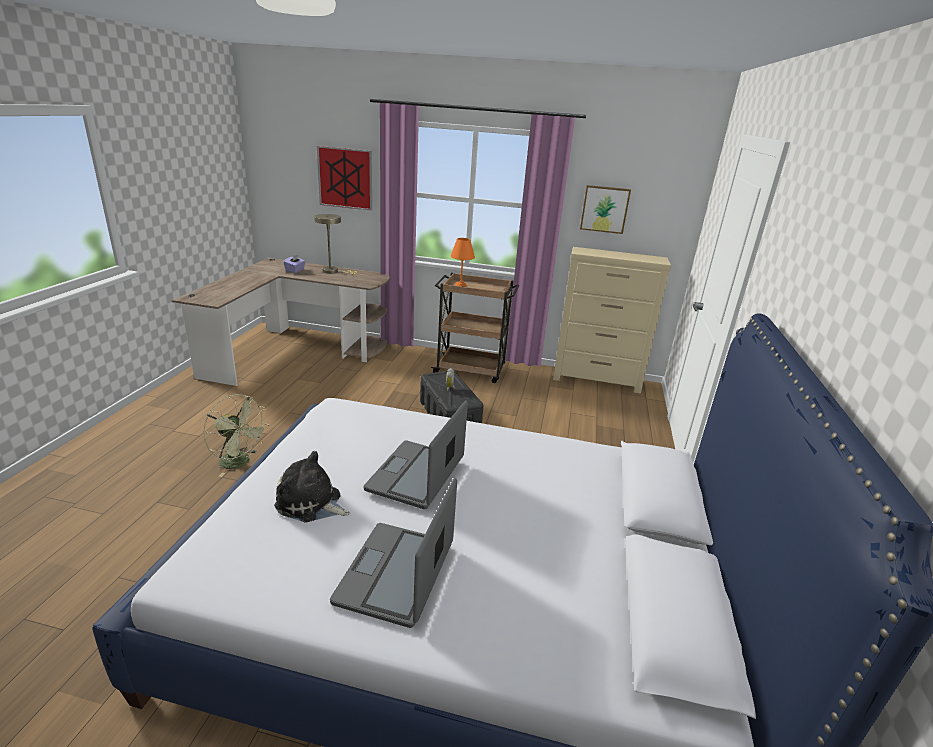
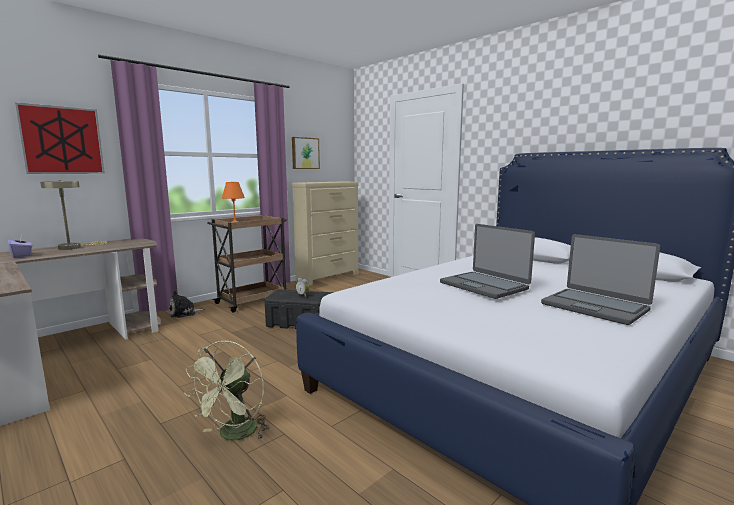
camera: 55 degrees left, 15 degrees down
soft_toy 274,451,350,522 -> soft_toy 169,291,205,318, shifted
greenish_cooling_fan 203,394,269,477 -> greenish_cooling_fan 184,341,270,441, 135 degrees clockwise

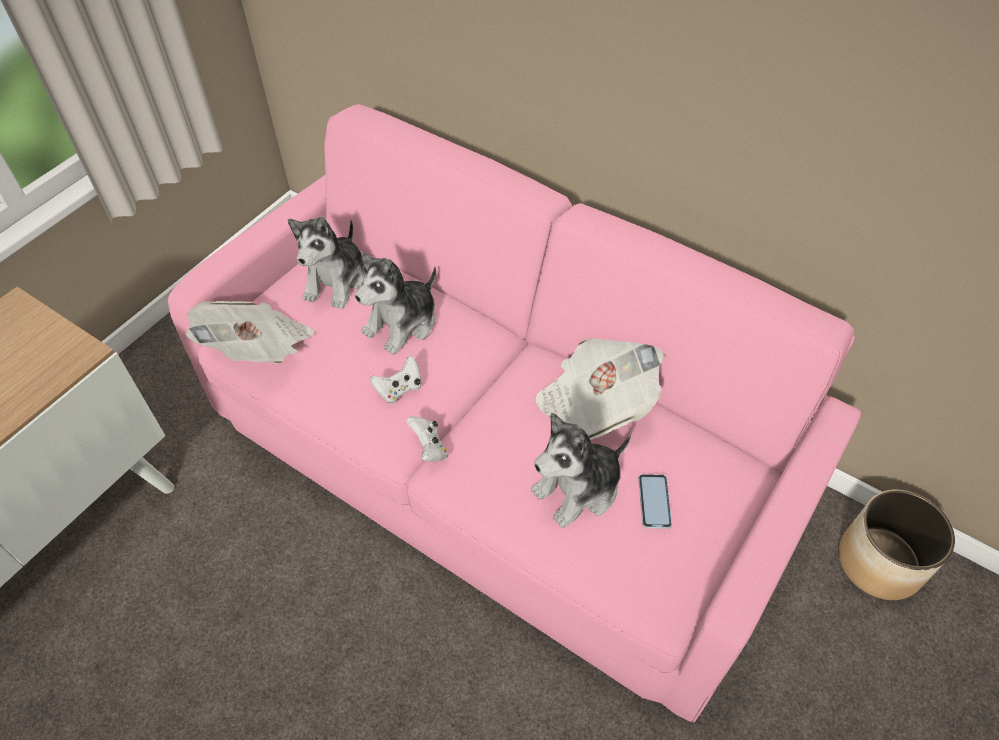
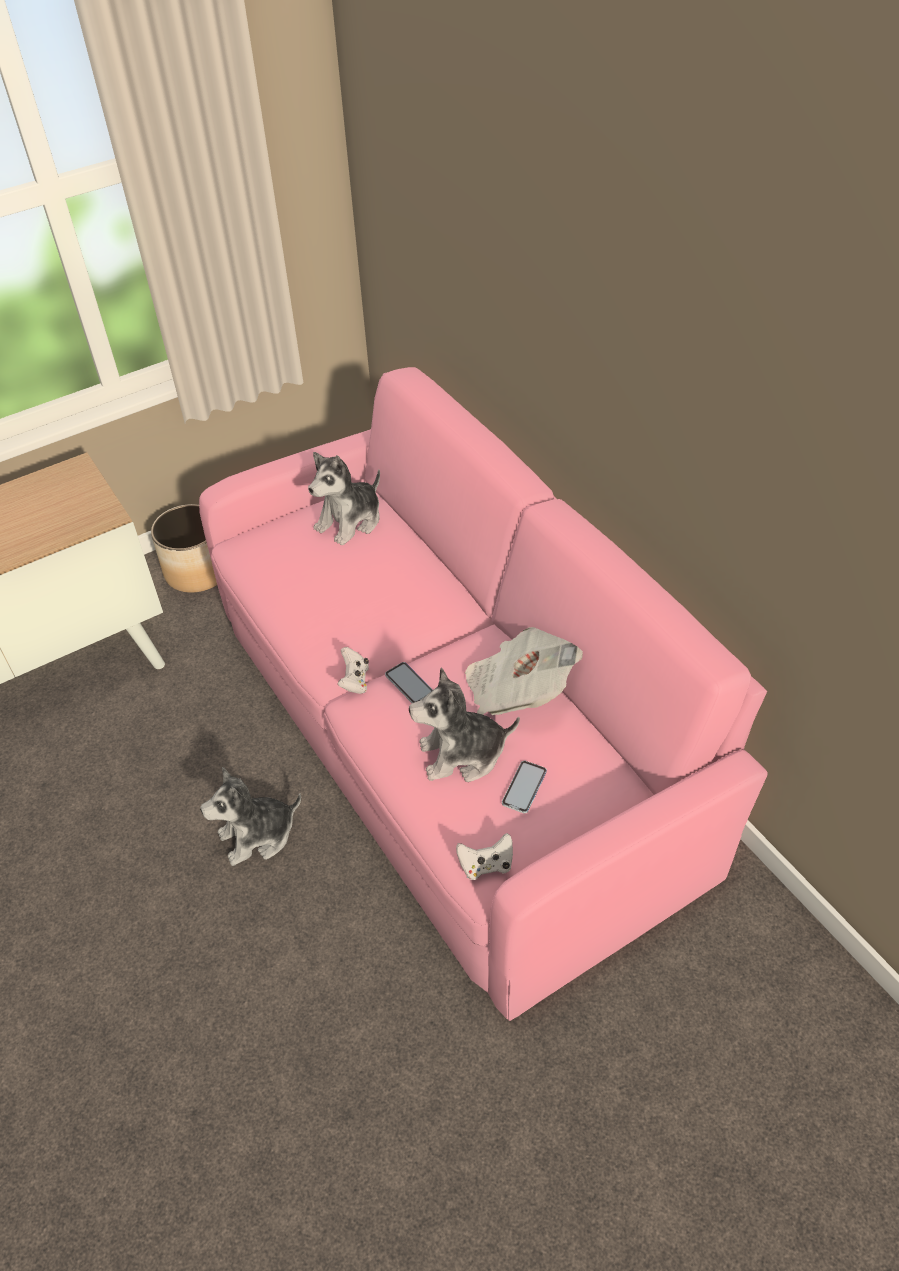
camera: 25 degrees right, 5 degrees down
printed_paper 185,301,315,364 -> none
none -> handset 385,662,433,703
soft_toy 355,252,436,355 -> soft_toy 200,767,301,866, shifted
whitish_gamepad 370,355,422,404 -> whitish_gamepad 456,833,513,880, shifted
planter 839,489,955,600 -> planter 151,504,217,593, shifted

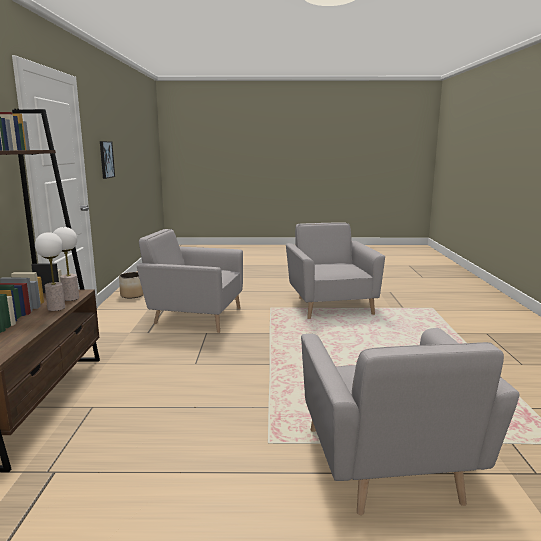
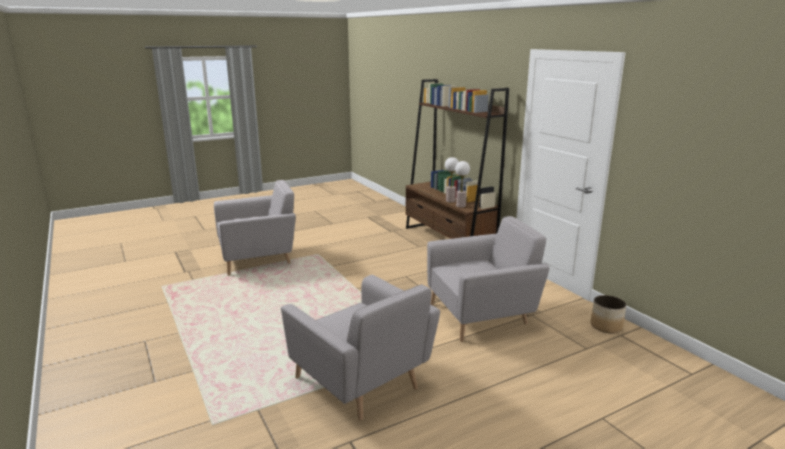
camera: 150 degrees right, 5 degrees up
wall_picture 100,141,115,179 -> none
grey_armchair 301,328,520,515 -> grey_armchair 214,180,296,276, 105 degrees clockwise

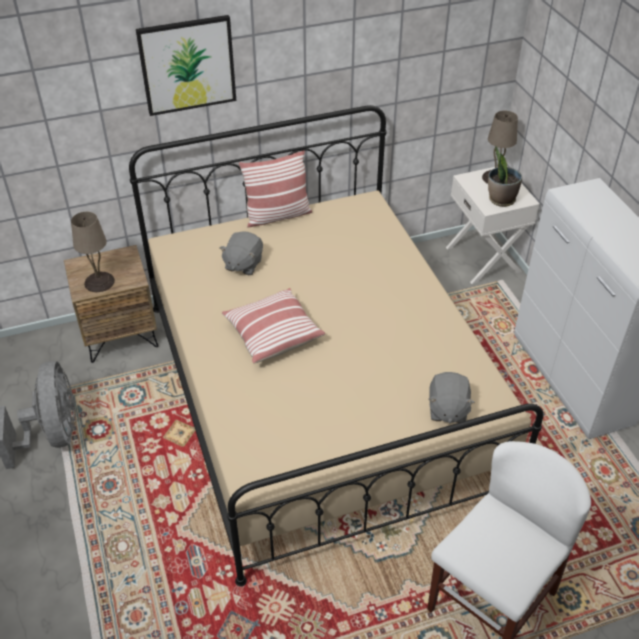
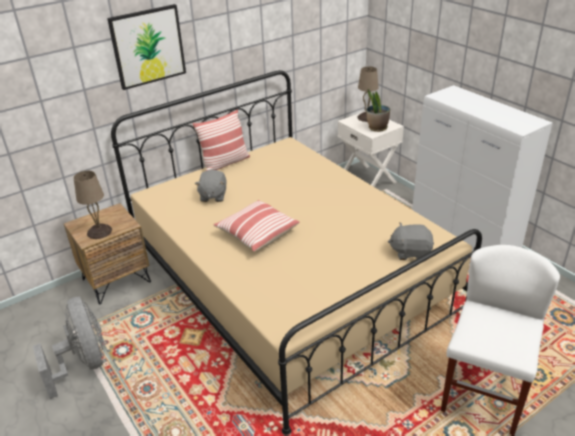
camera: 15 degrees left, 10 degrees down
grey_soft_toy 429,372,475,423 -> grey_soft_toy 388,222,434,260, 105 degrees clockwise

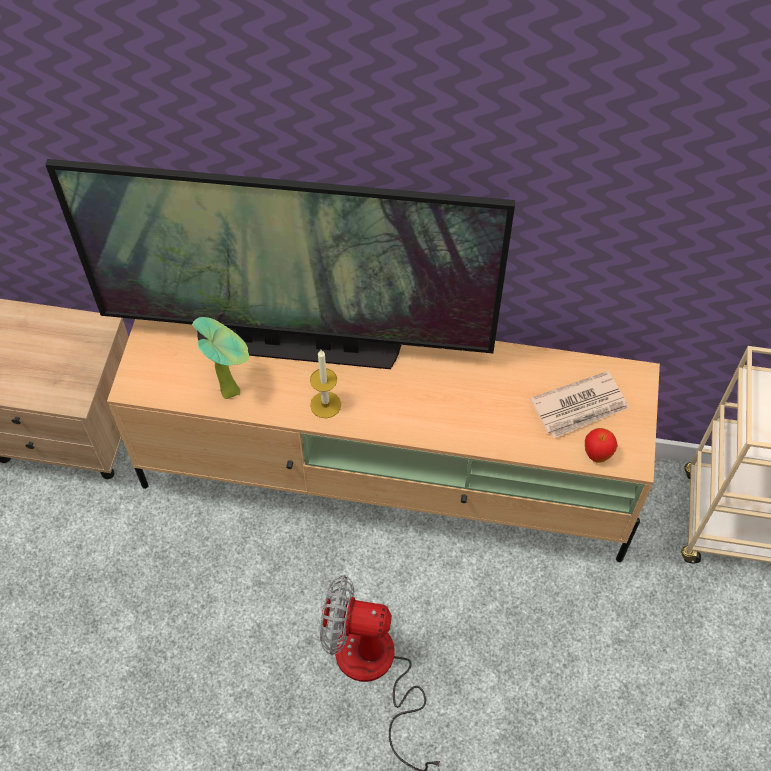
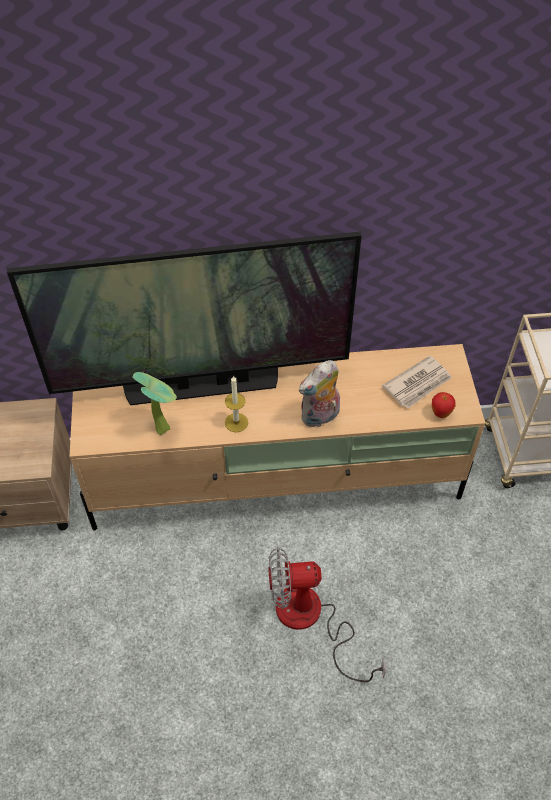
camera: 15 degrees left, 5 degrees down
none -> soft_toy 299,360,340,427

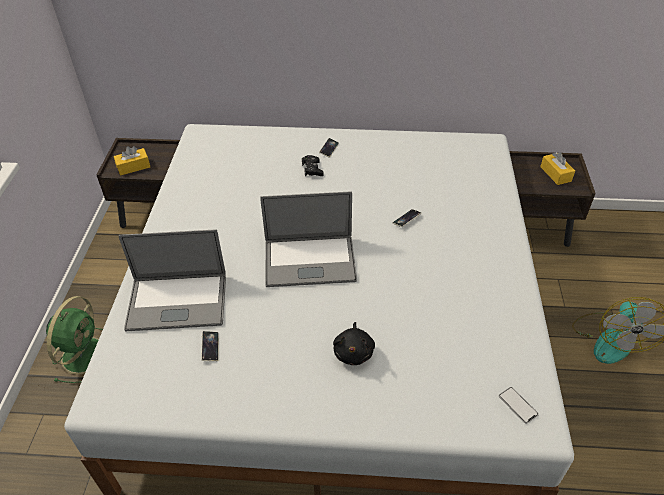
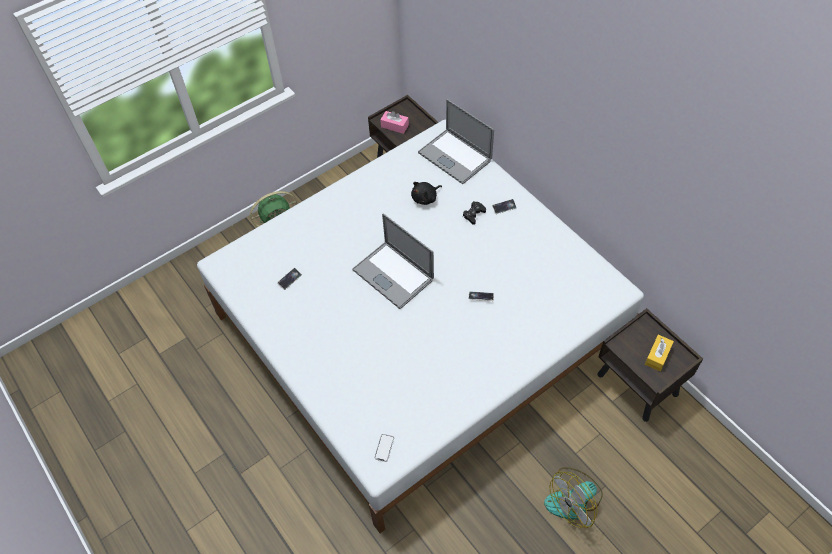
camera: 50 degrees right, 10 degrees up
laptop 119,229,226,331 -> laptop 418,99,494,184, shifted
black-coloured_soft_toy 333,322,375,365 -> black-coloured_soft_toy 411,182,442,205, shifted
yellow_tissue_box 114,146,150,176 -> pink-coloured_tissue_box 380,111,409,134

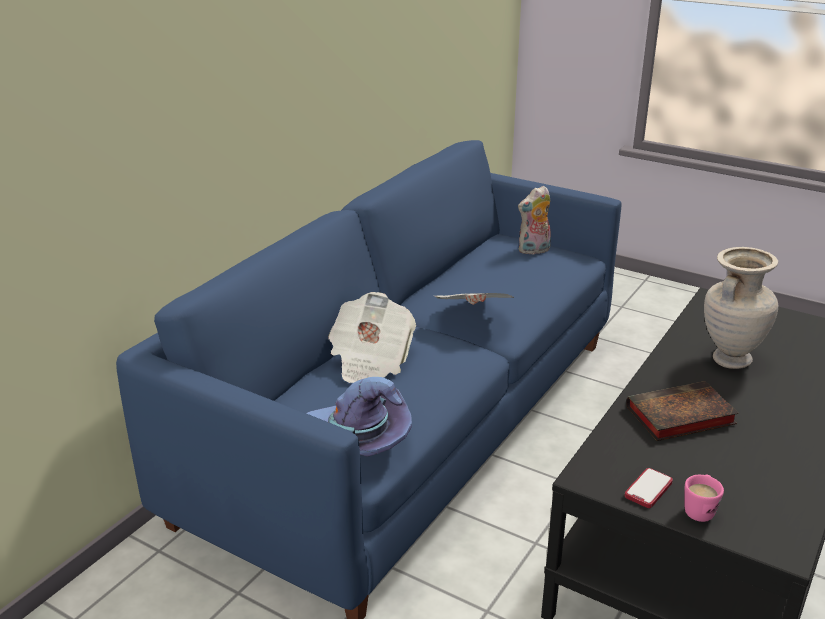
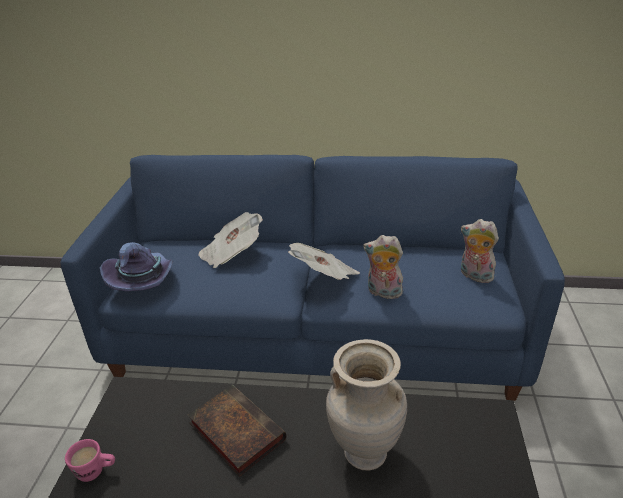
camera: 65 degrees right, 5 degrees up
handset 625,468,673,508 -> none
none -> soft_toy 364,235,403,299

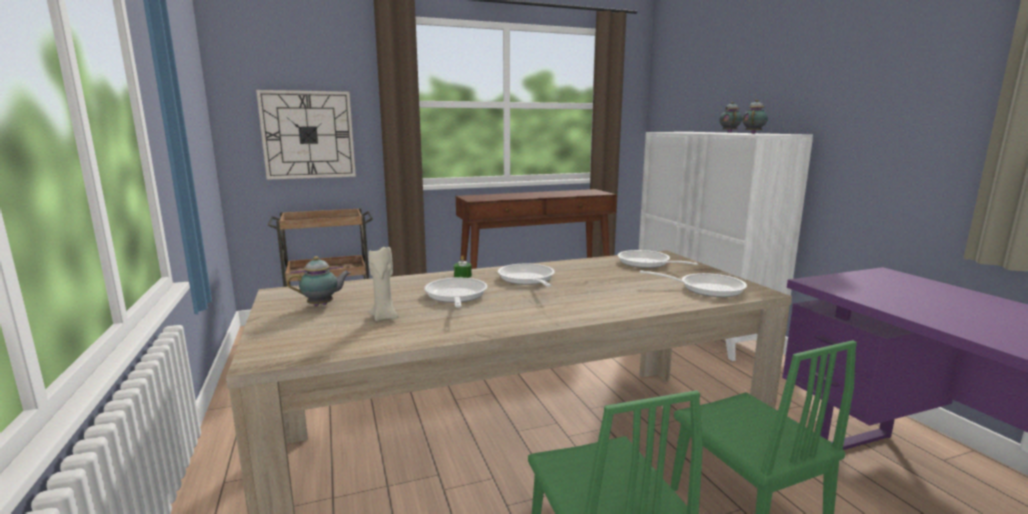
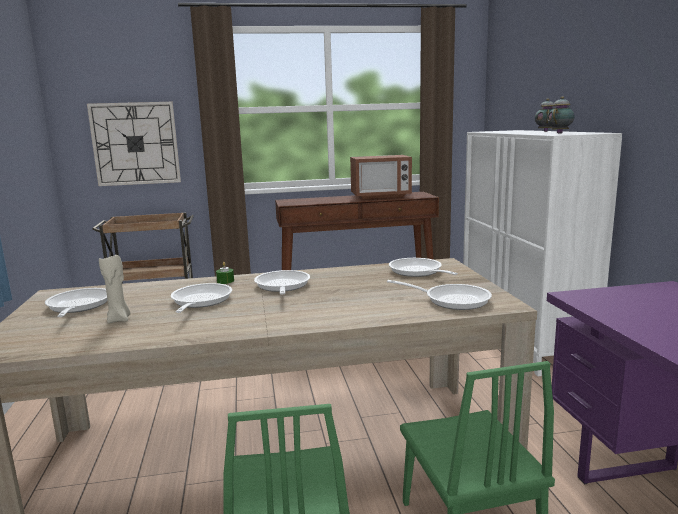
camera: 10 degrees right, 0 degrees up
none -> microwave_oven 350,155,412,199
teapot 287,256,350,306 -> pan 45,288,108,317

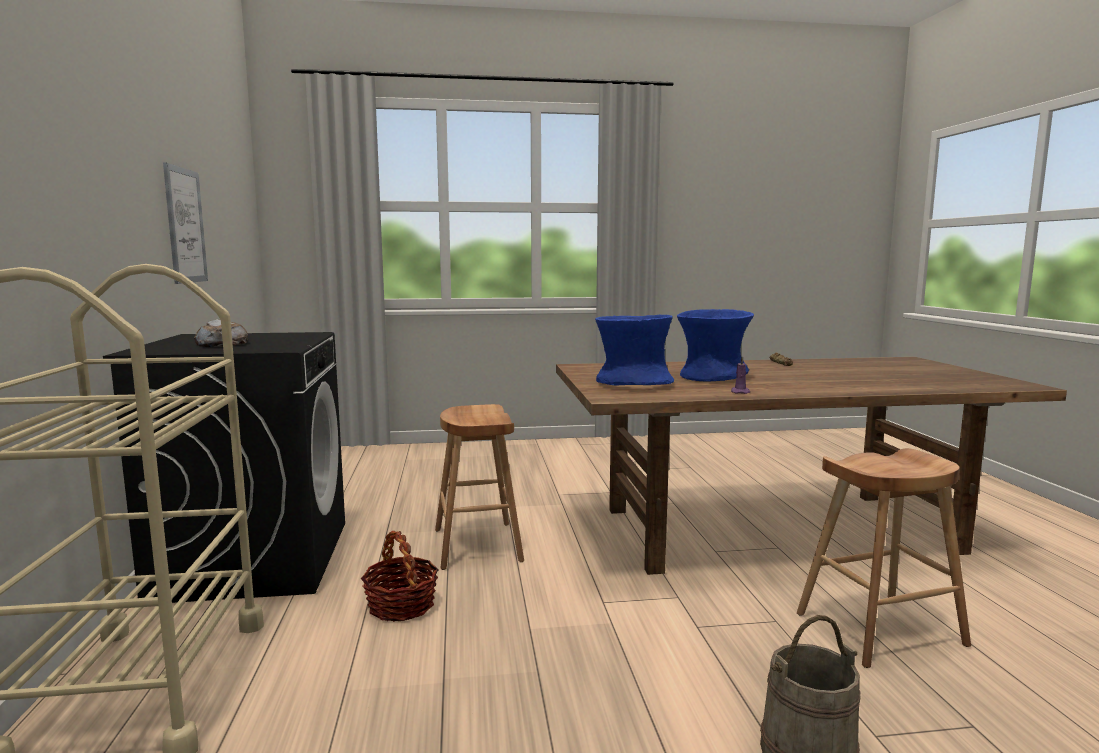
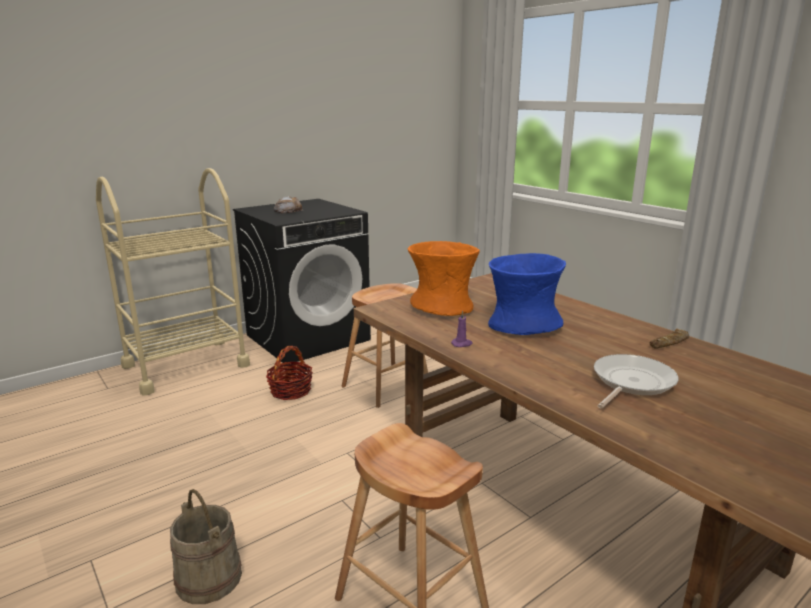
camera: 60 degrees right, 10 degrees up
wall_picture 163,162,208,284 -> none
none -> pan 594,354,679,408
blue_vase 595,315,674,385 -> orangey_vase 408,241,480,316

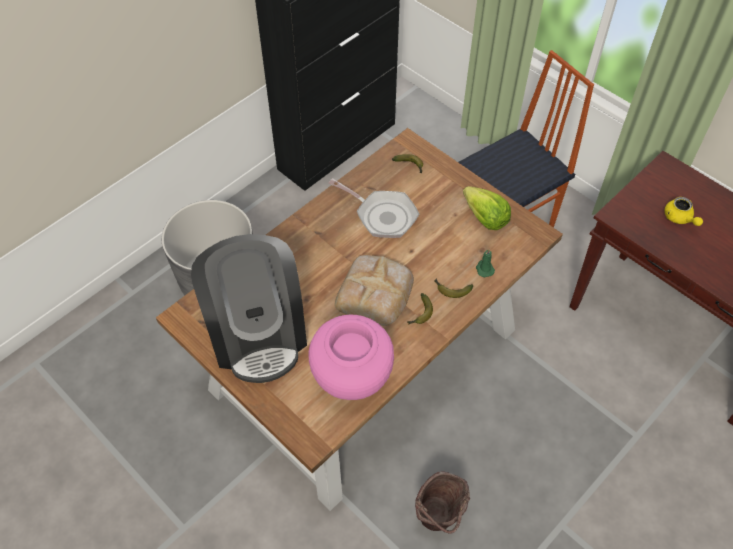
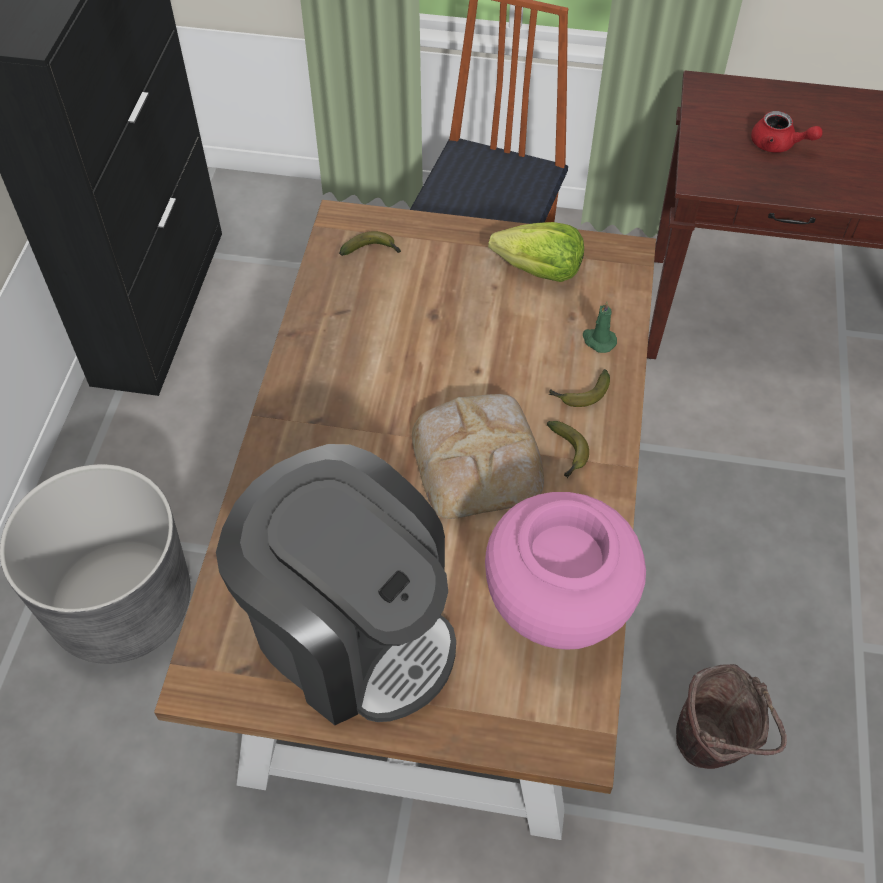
camera: 35 degrees left, 0 degrees up
pan 328,178,419,238 -> none
yellow_teapot 664,197,703,226 -> reddish_teapot 751,111,823,153

